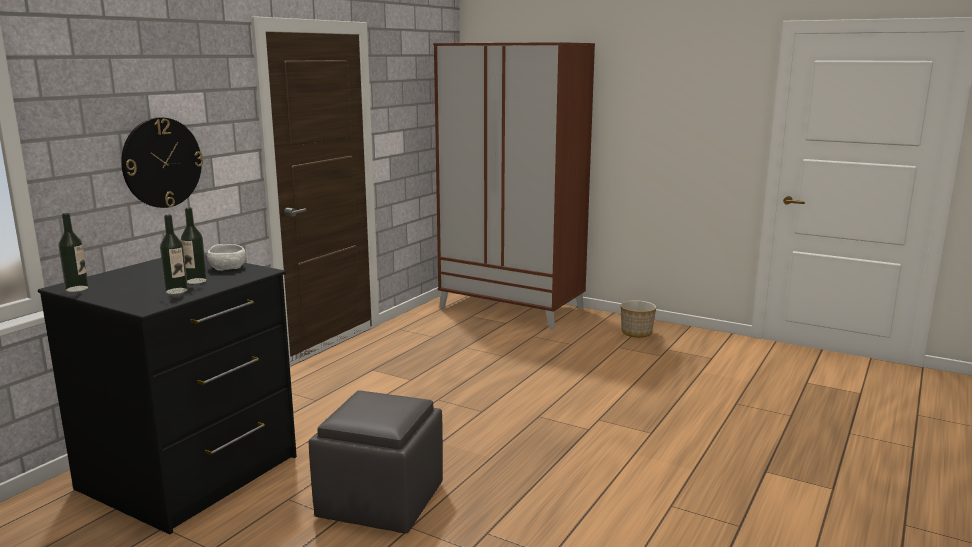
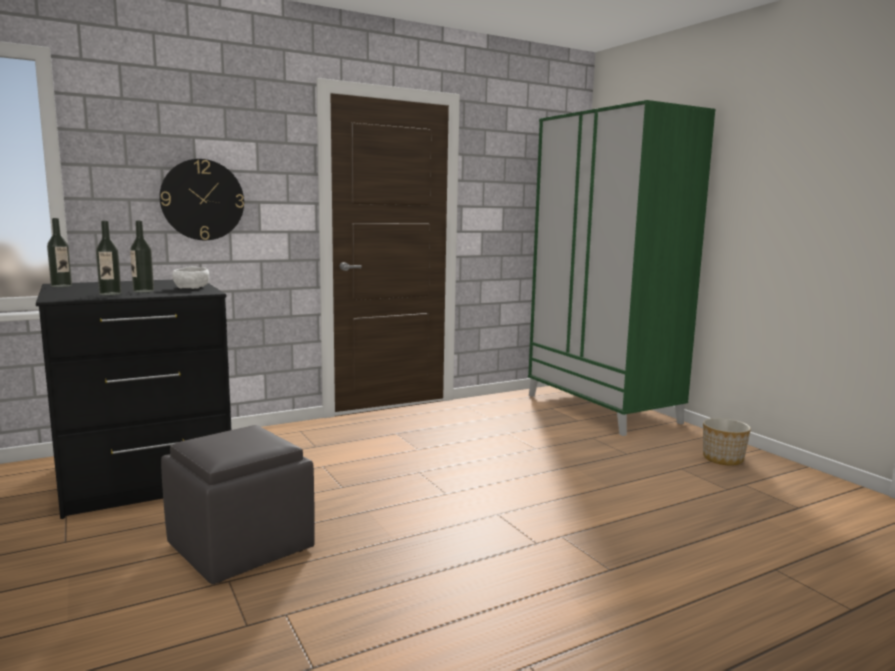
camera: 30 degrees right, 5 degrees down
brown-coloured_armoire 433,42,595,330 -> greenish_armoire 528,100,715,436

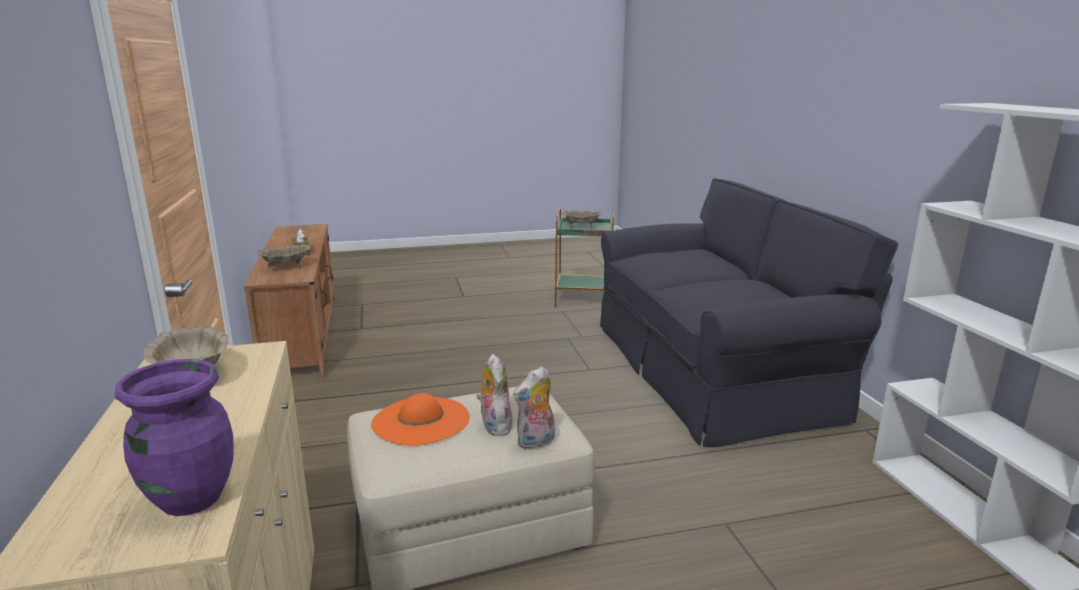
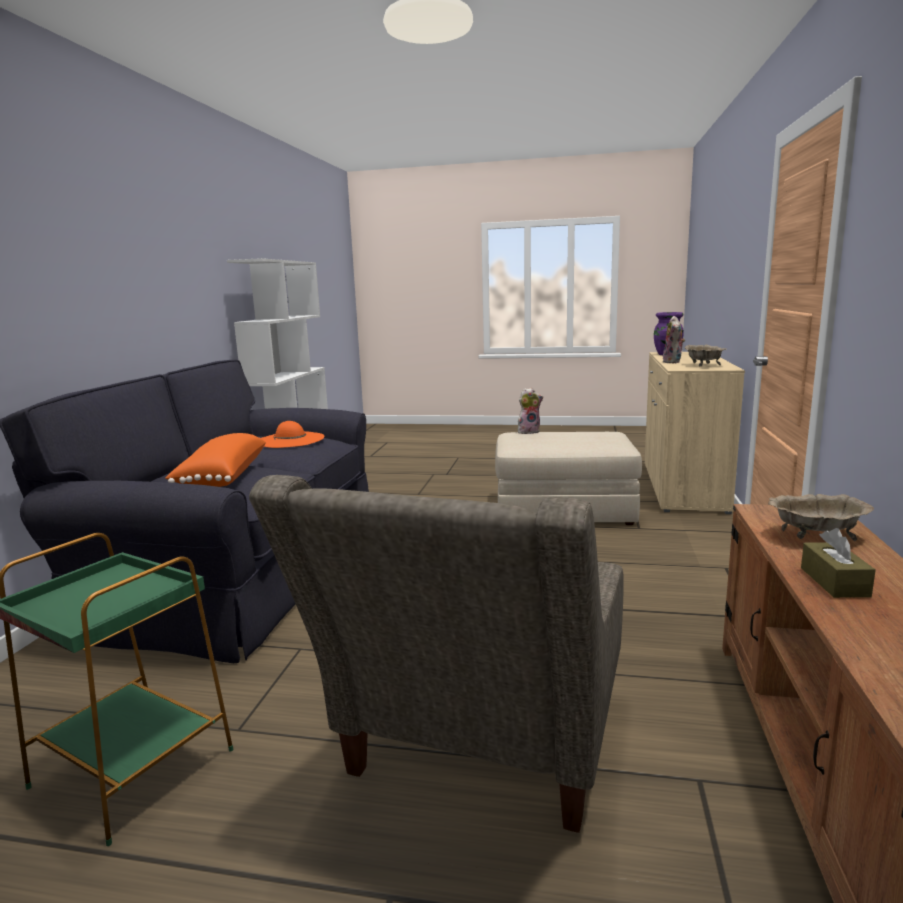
camera: 155 degrees left, 5 degrees down
beige_serving_bowl 562,210,601,229 -> none
none -> orangey_pillow 165,433,266,487
none -> grey_armchair 249,475,623,833
orangey_hat 371,393,470,446 -> orangey_hat 261,421,325,448, shifted
soft_toy 476,354,512,436 -> soft_toy 663,316,685,363, shifted

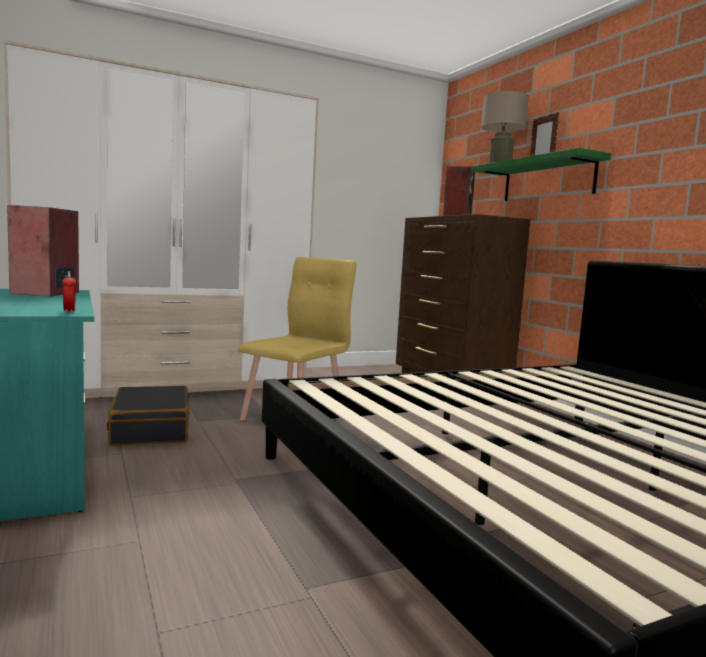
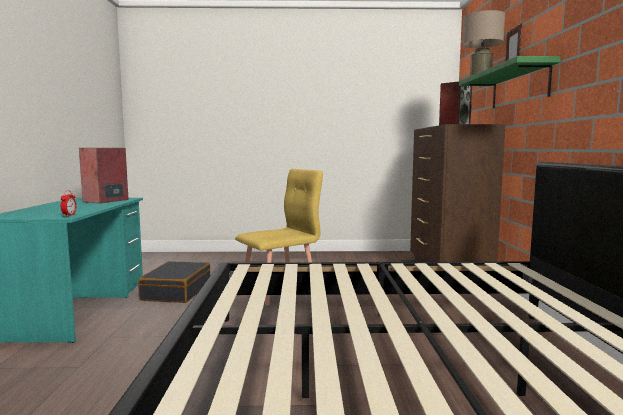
camera: 25 degrees right, 0 degrees up
armoire 4,40,319,398 -> none

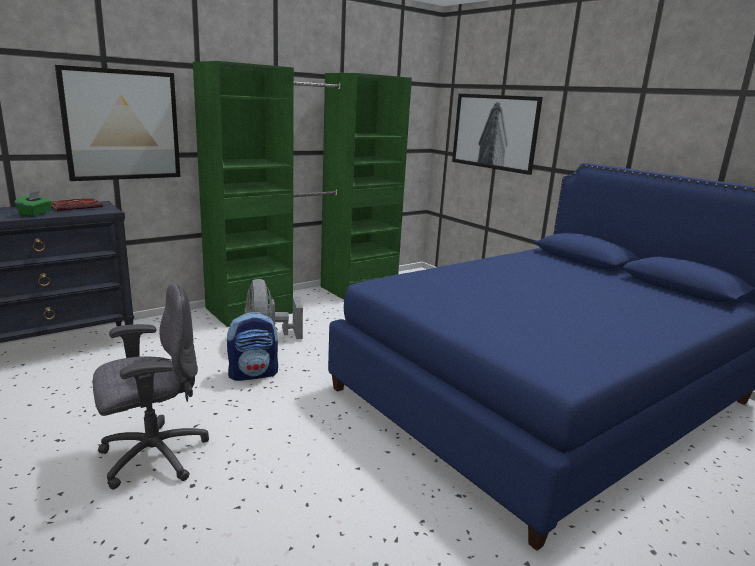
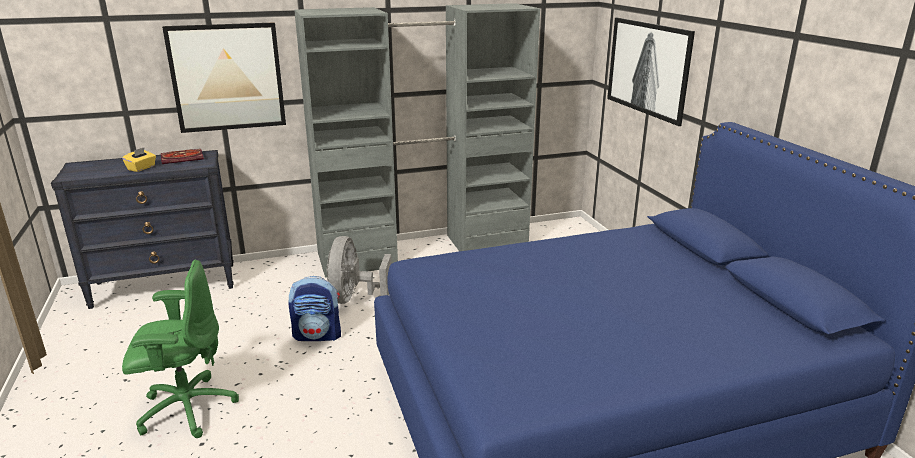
camera: 20 degrees right, 5 degrees up
greenish_tissue_box 14,191,52,217 -> yellow_tissue_box 122,147,156,172
grey_computer_chair 93,284,209,490 -> greenish_computer_chair 122,260,239,438
greenish_armoire 193,61,412,327 -> grey_armoire 294,3,540,278

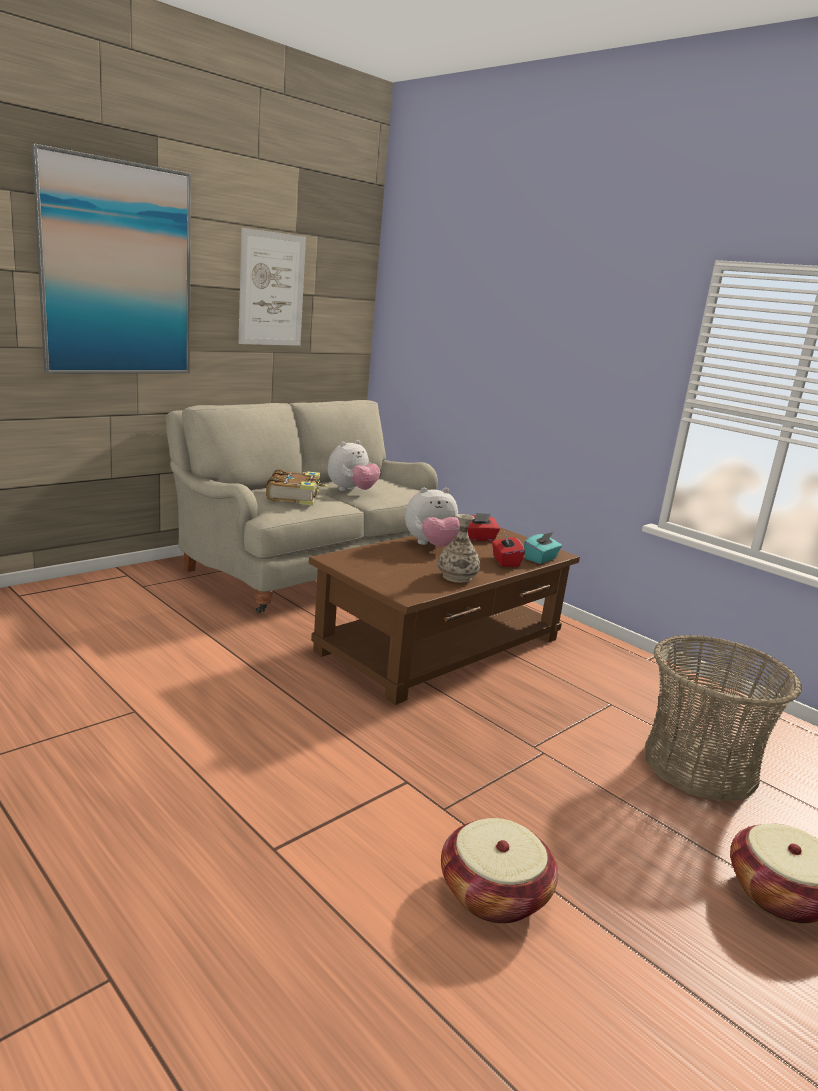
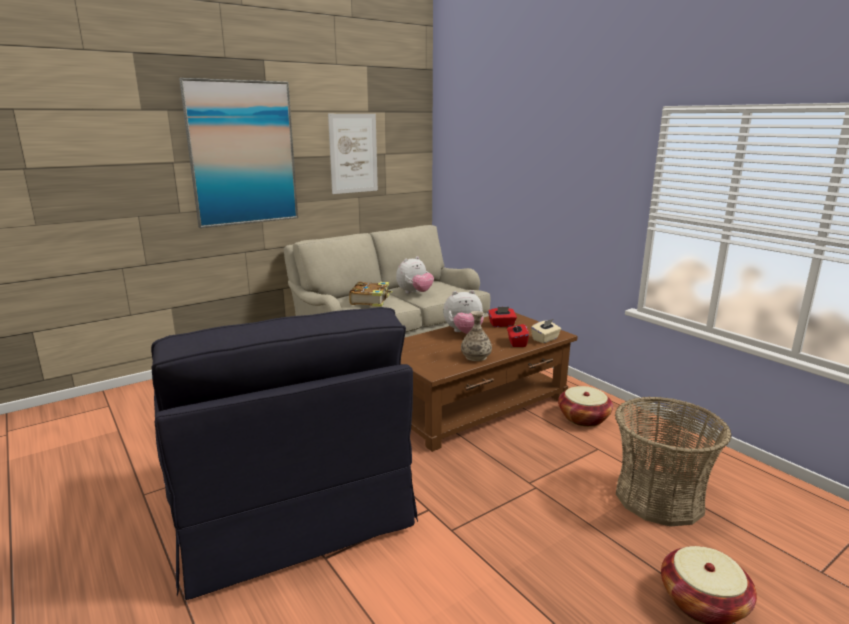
camera: 10 degrees right, 0 degrees up
none -> black-coloured_armchair 151,307,418,600
household_basket 441,818,558,924 -> household_basket 558,386,613,427, shifted
turquoise_tissue_box 524,532,562,564 -> beige_tissue_box 531,319,561,343

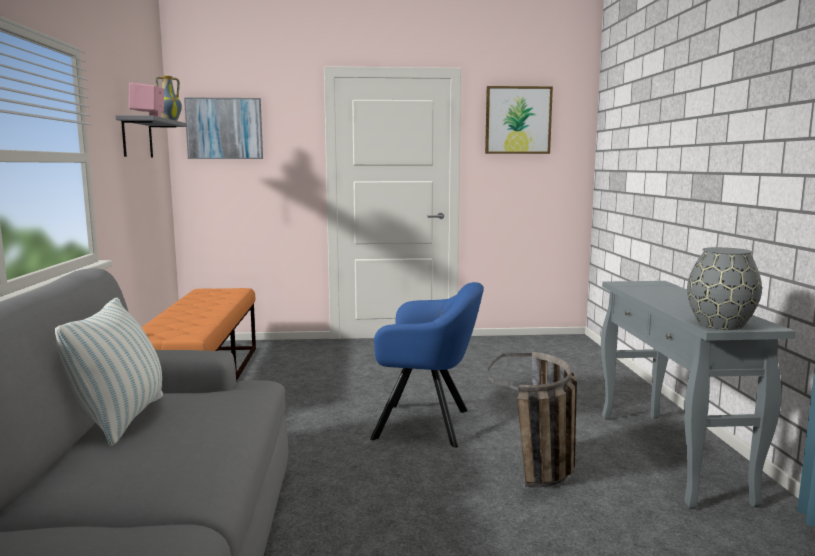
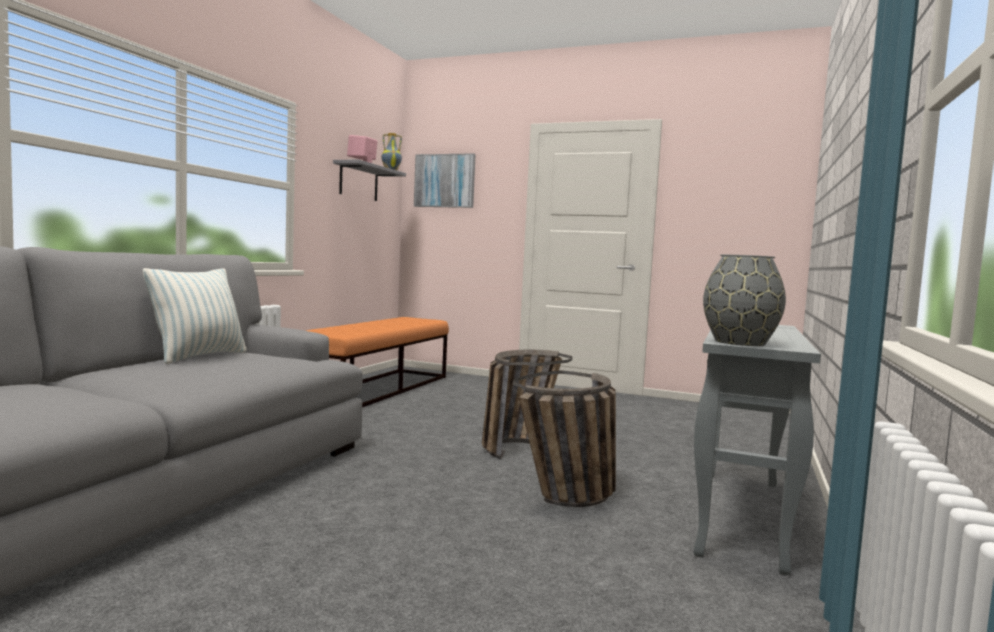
camera: 25 degrees right, 5 degrees down
wall_picture 485,86,553,154 -> none
blue_armchair 370,282,484,447 -> household_basket 482,350,572,459

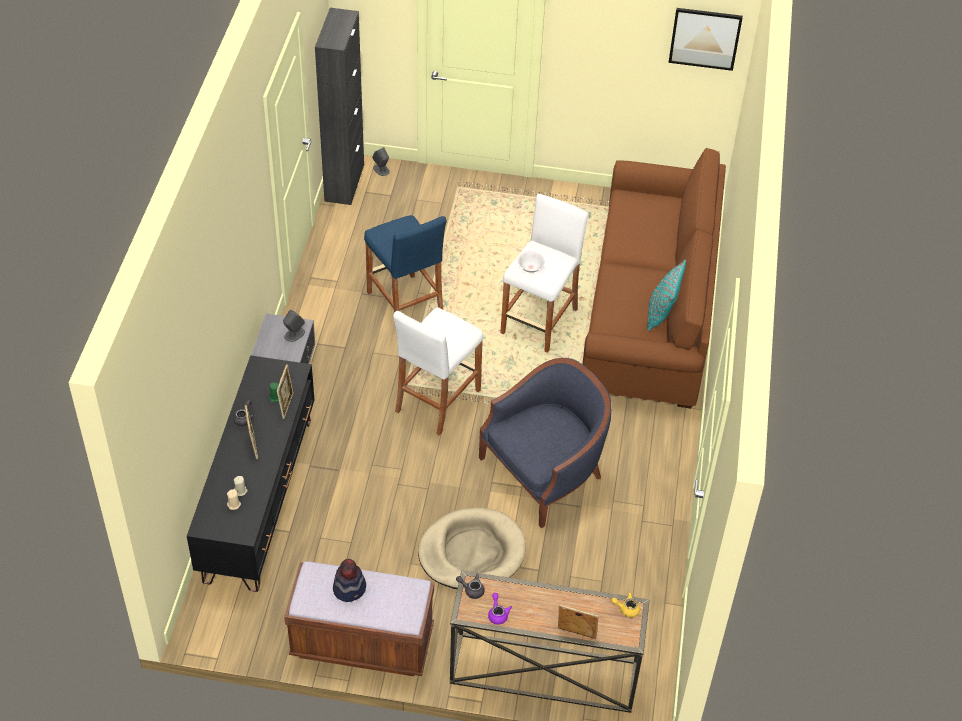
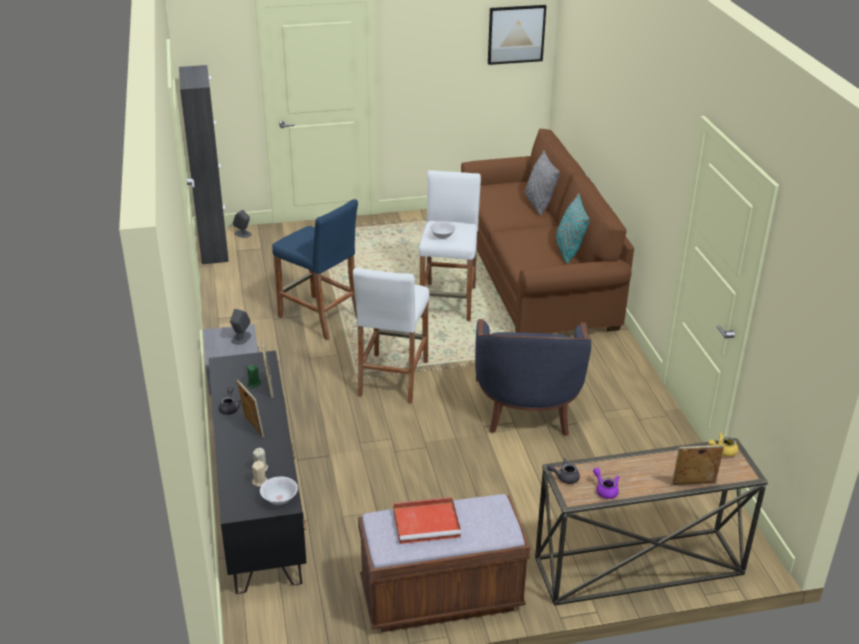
camera: 20 degrees left, 15 degrees down
beige_dog_bed 418,508,526,589 -> none
none -> whitish_serving_bowl 260,476,298,505
none -> grey_pillow 525,150,560,215
hat 333,559,366,602 -> reddish_carrying_tray 393,497,461,544
blue_armchair 479,358,611,528 -> blue_armchair 475,319,591,436, 150 degrees clockwise

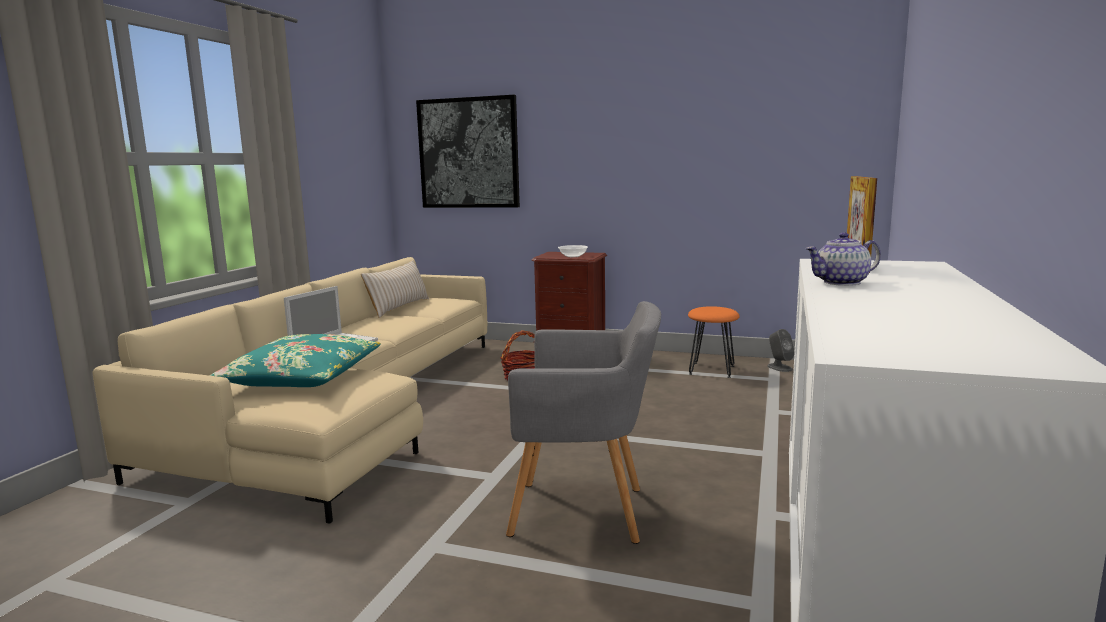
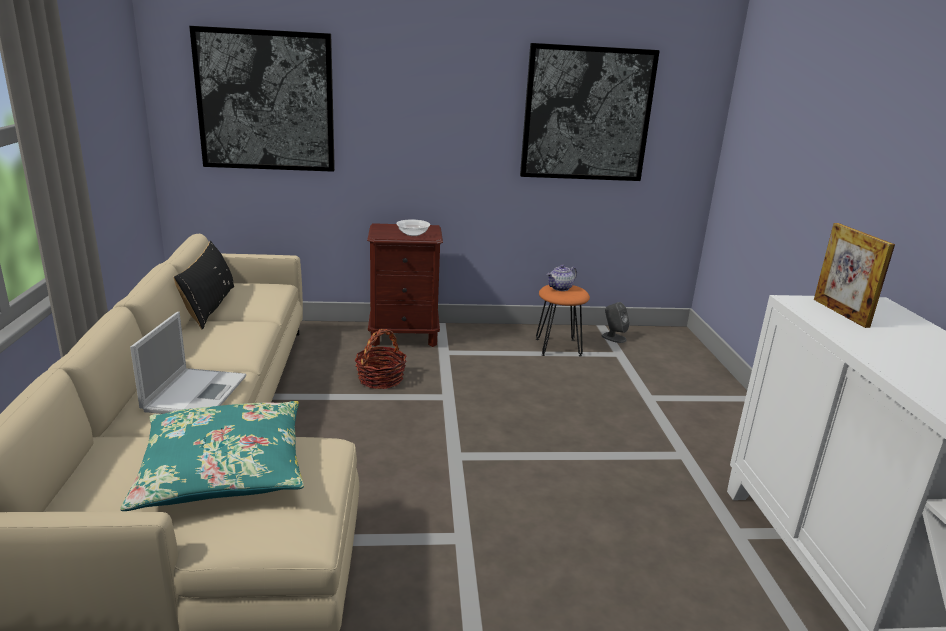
camera: 25 degrees left, 10 degrees up
grey_armchair 506,301,661,544 -> none
none -> wall_picture 520,43,660,181
teapot 805,232,881,286 -> teapot 546,265,577,291, shifted
beige_pillow 361,260,429,318 -> black-coloured_pillow 173,241,234,329

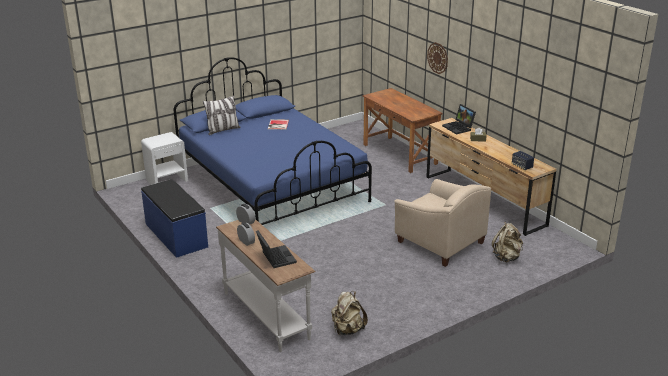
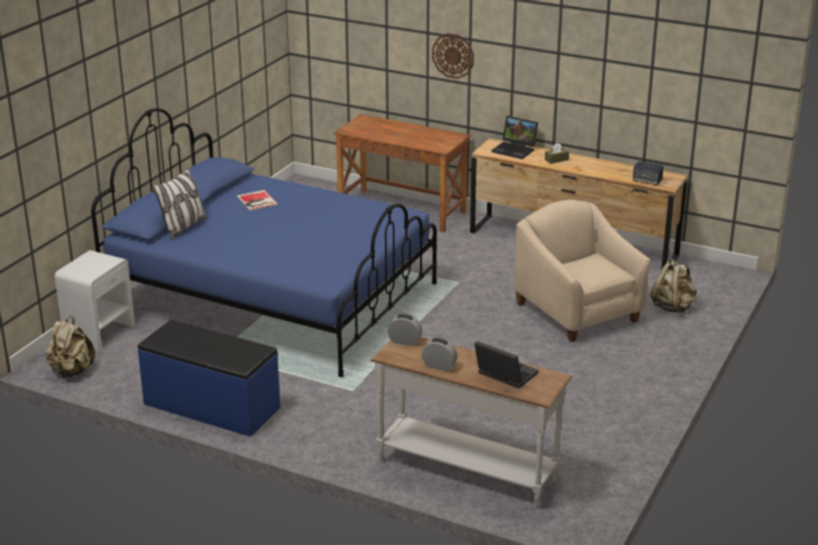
camera: 30 degrees left, 0 degrees up
beige_rucksack 331,291,368,335 -> beige_rucksack 45,316,95,378, shifted
beige_armchair 394,179,491,267 -> beige_armchair 514,200,651,342, 135 degrees counterclockwise

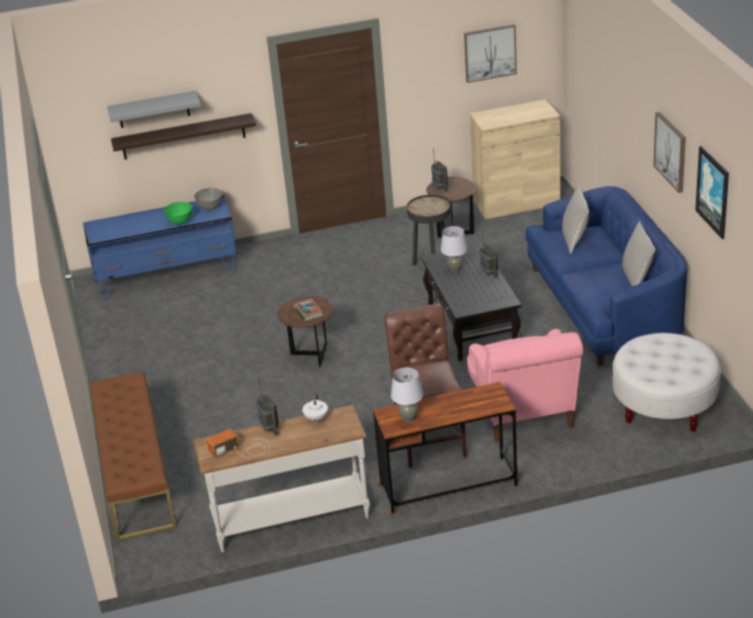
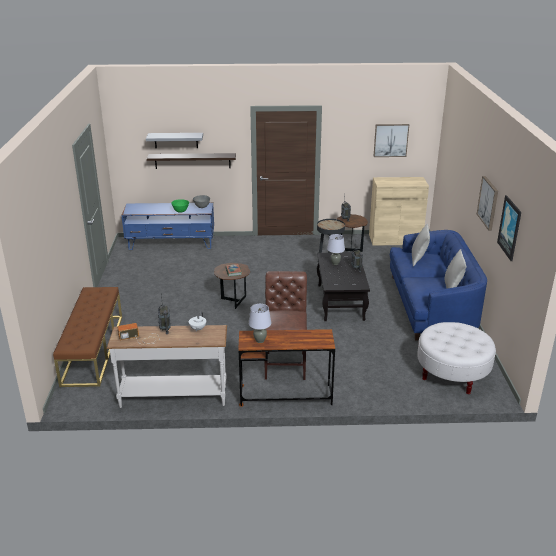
camera: 10 degrees right, 5 degrees down
pink-coloured_armchair 467,329,583,442 -> none

